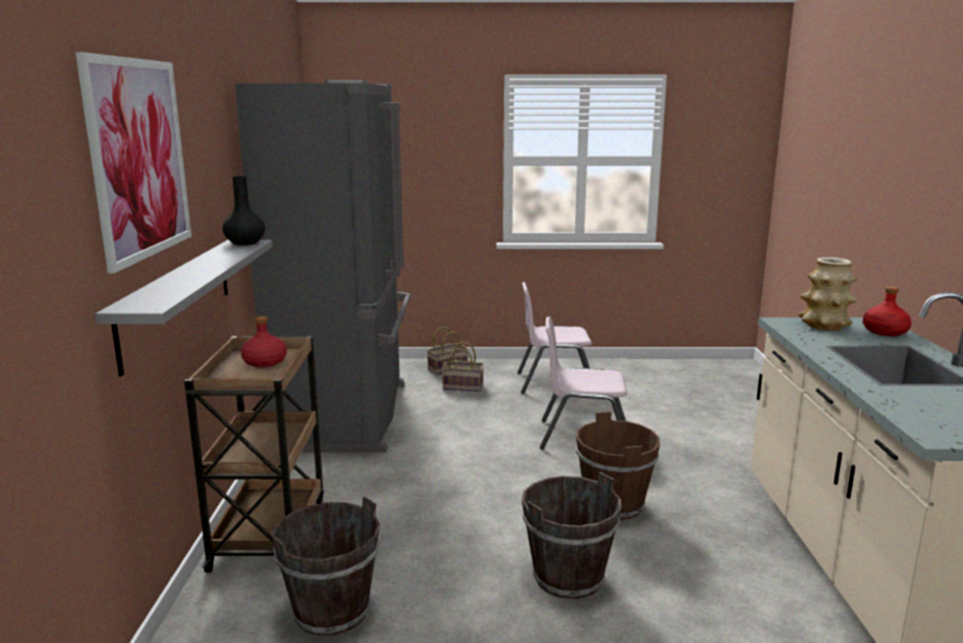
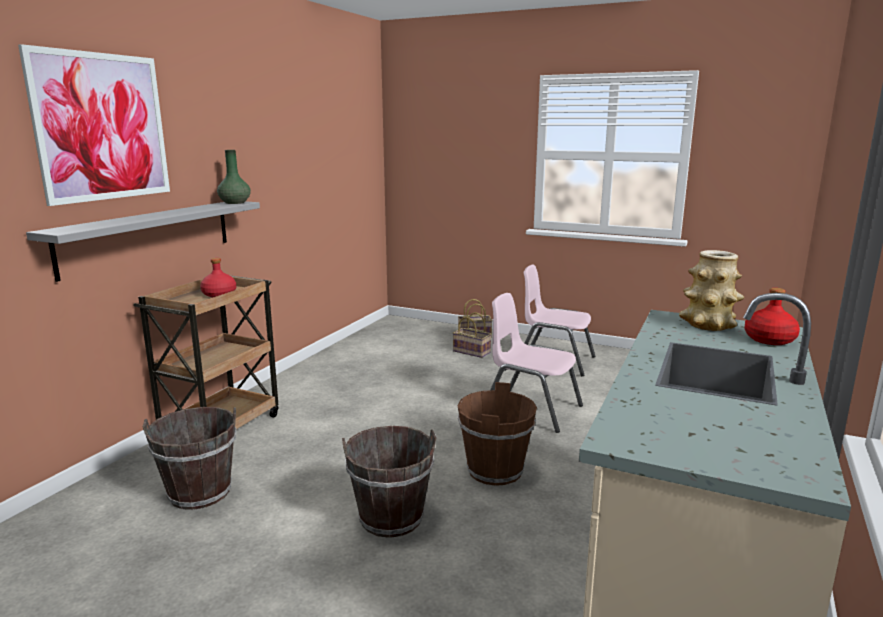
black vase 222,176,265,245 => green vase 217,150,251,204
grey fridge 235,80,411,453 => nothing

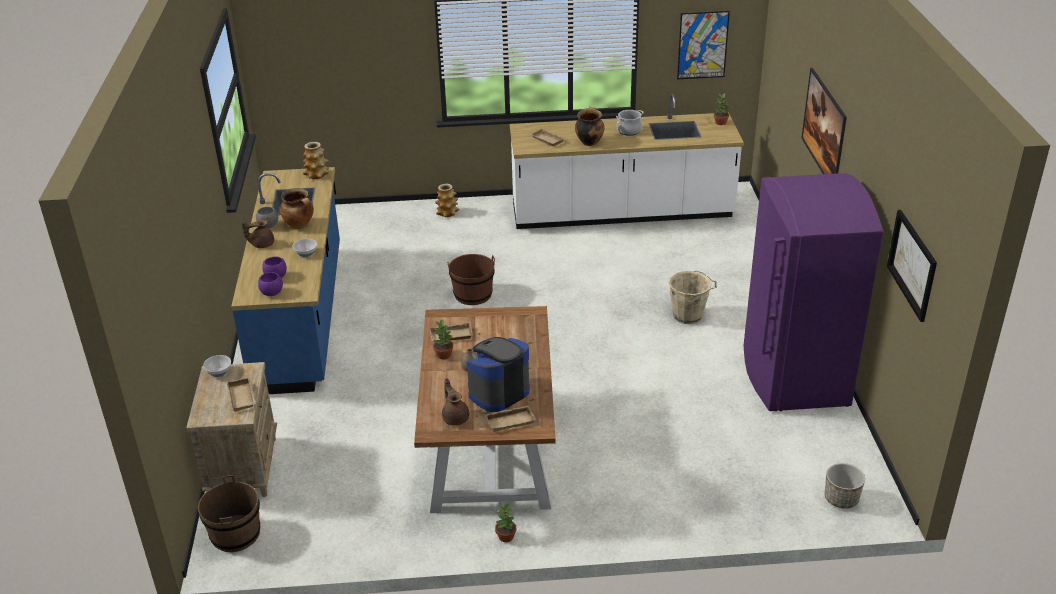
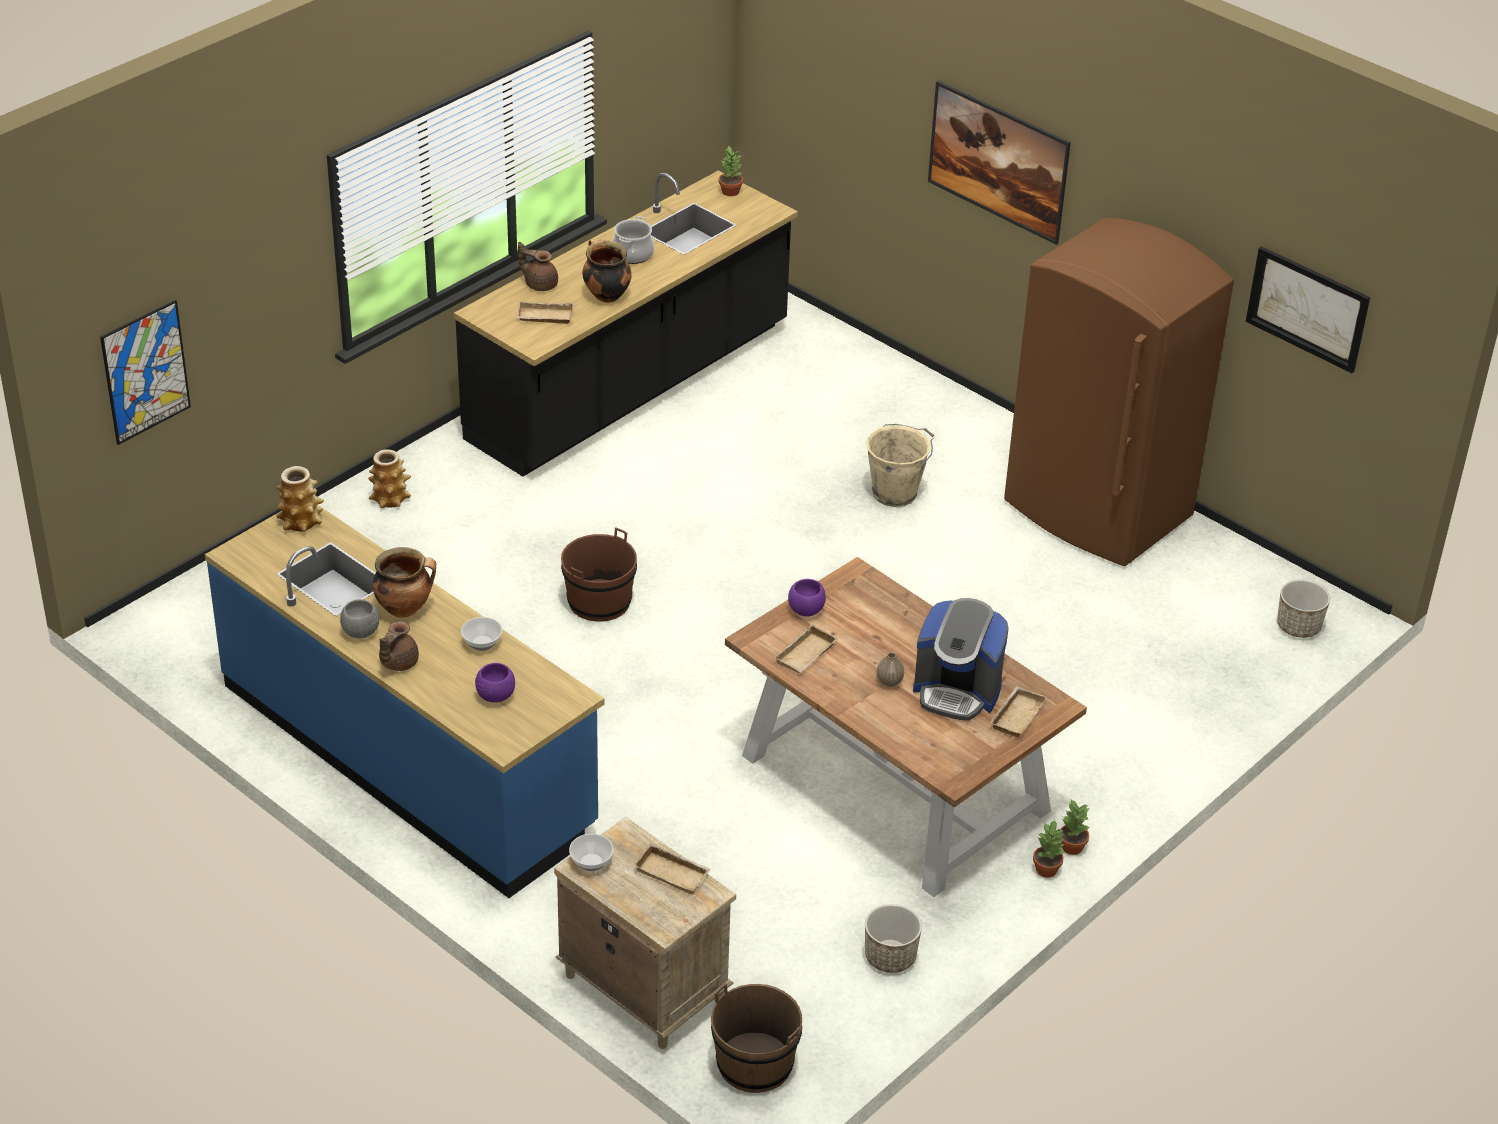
picture 677,11,730,79 => picture 100,300,191,445, shifted
white counter 510,93,744,229 => black counter 454,171,798,477
brown teapot 442,378,469,426 => brown teapot 518,242,558,291, shifted
purple bowl 258,272,283,296 => purple bowl 788,579,826,617, shifted
nothing => planter 865,904,922,973
coffee machine 467,337,530,412 => coffee machine 913,598,1009,721, 75 degrees counterclockwise
purple fridge 744,173,883,411 => brown fridge 1004,218,1234,566
potted plant 433,319,453,359 => potted plant 1061,800,1090,855, shifted

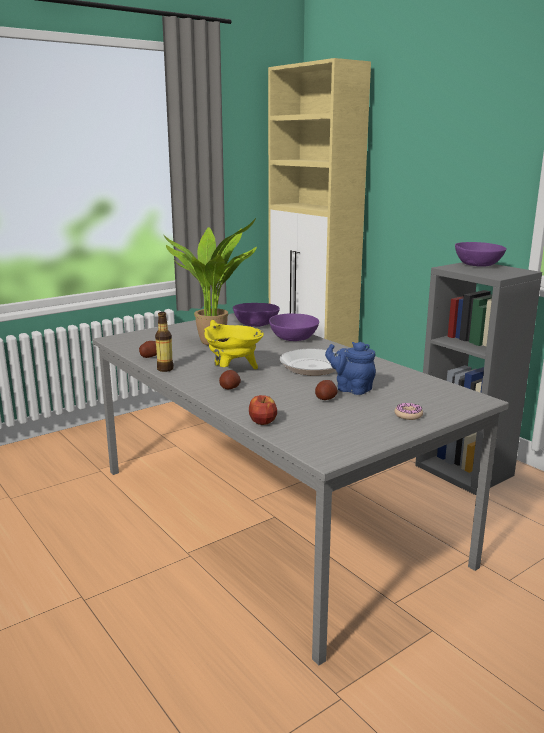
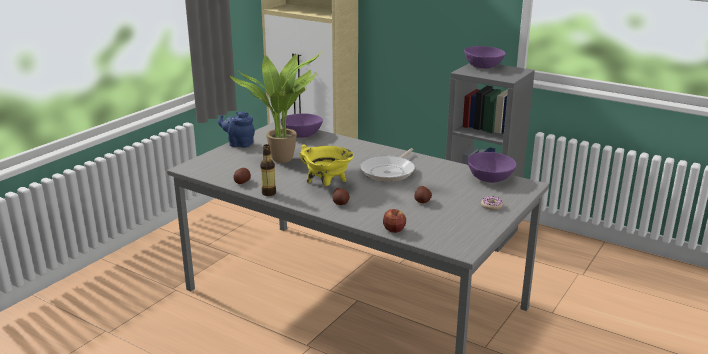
blue teapot 325,342,376,395 => blue teapot 218,111,255,148, shifted
purple bowl 269,313,319,341 => purple bowl 468,152,517,183, shifted

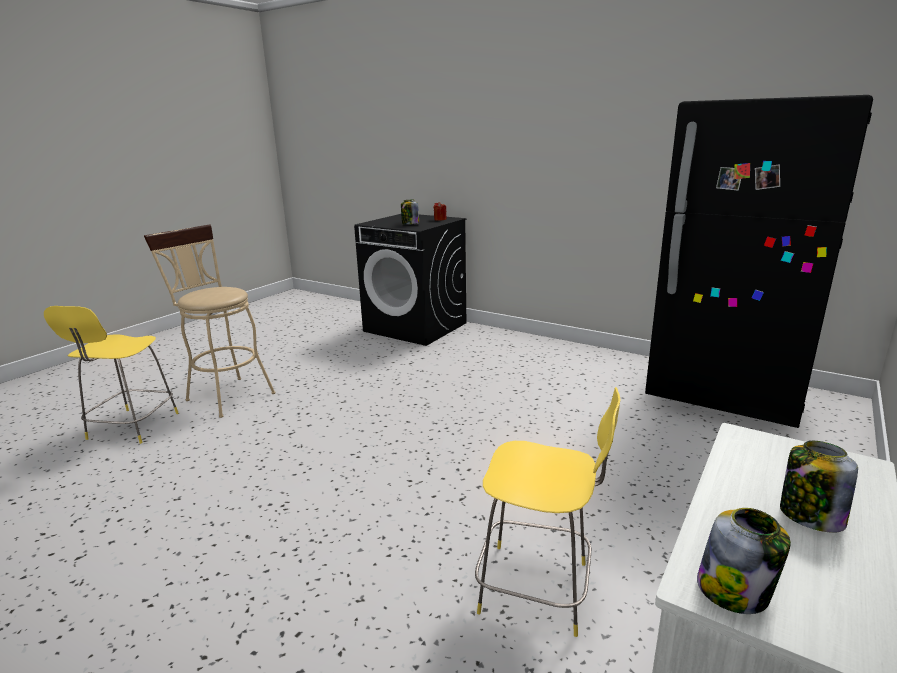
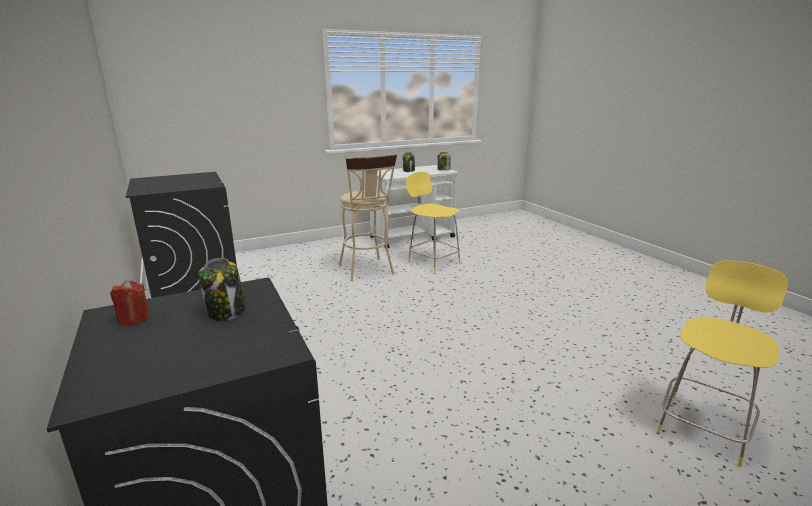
black fridge 645,95,873,428 => black washing machine 126,172,237,298
beige stool 144,225,275,418 => beige stool 339,155,397,281, shifted

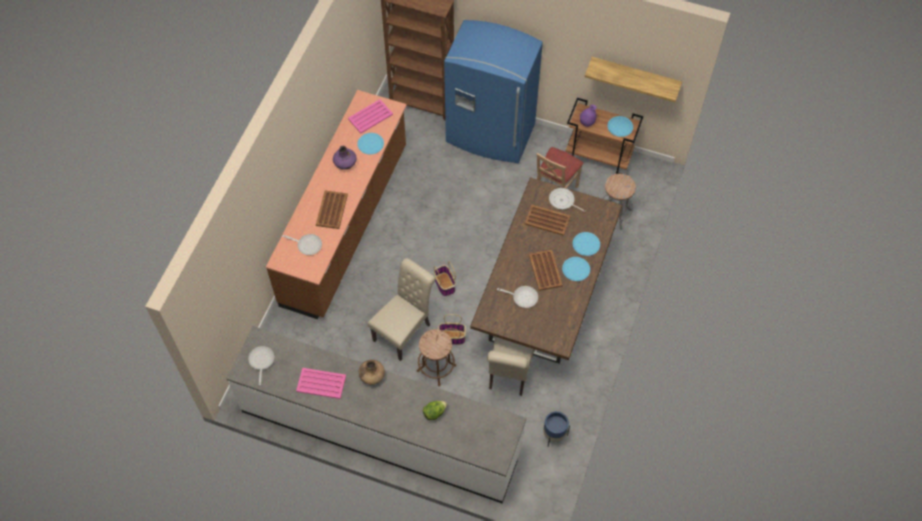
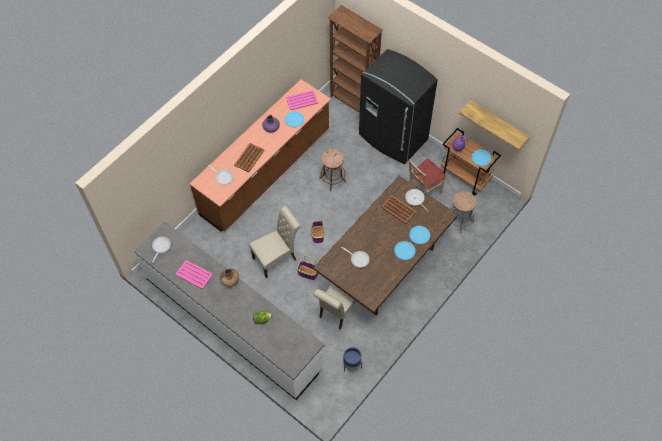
brown stool 417,329,456,386 => brown stool 319,149,346,191, shifted
blue fridge 444,20,543,163 => black fridge 359,49,438,164
brown tray 529,250,563,291 => nothing

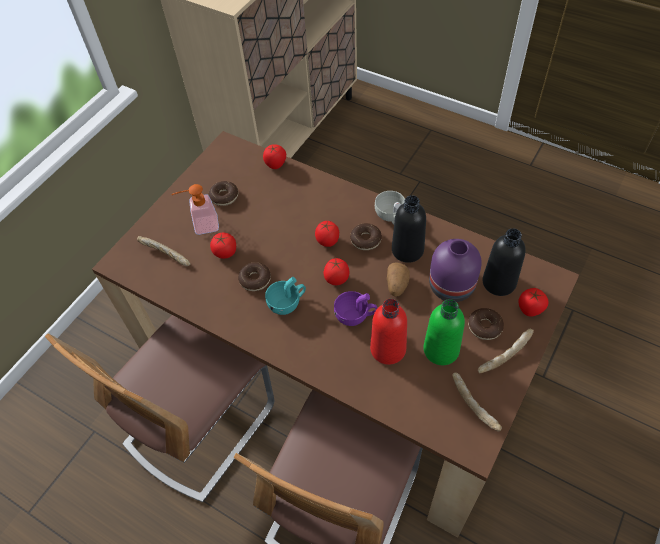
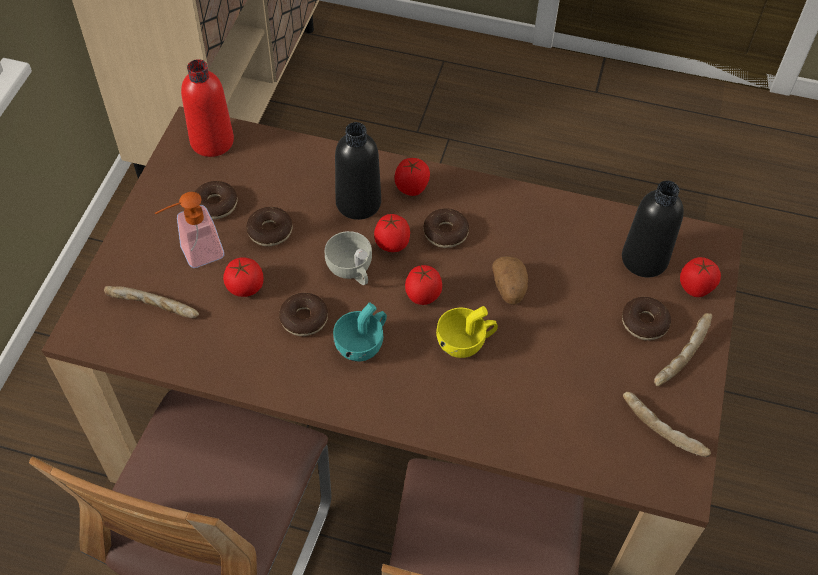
red bottle 370,299,407,365 => red bottle 181,59,234,157, shifted
nothing => donut 246,207,293,247
white cup 375,191,405,225 => white cup 325,231,372,285, shifted
black bottle 392,195,426,263 => black bottle 335,122,381,220, shifted
tomato 263,144,286,169 => tomato 394,158,430,196, shifted
purple cup 334,291,377,326 => yellow cup 436,306,498,358
green bottle 423,299,465,365 => nothing
purple vase 429,239,482,302 => nothing

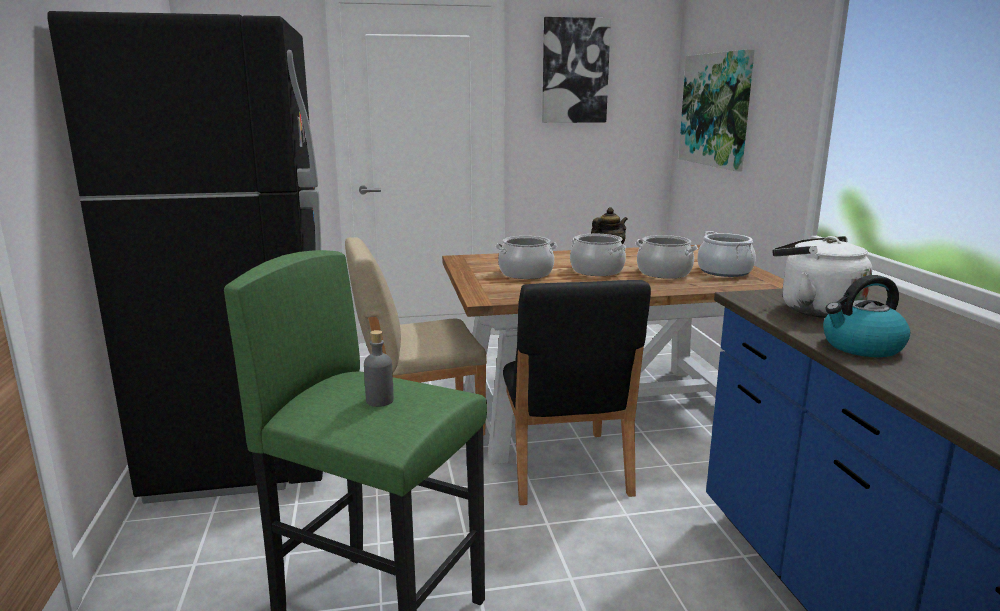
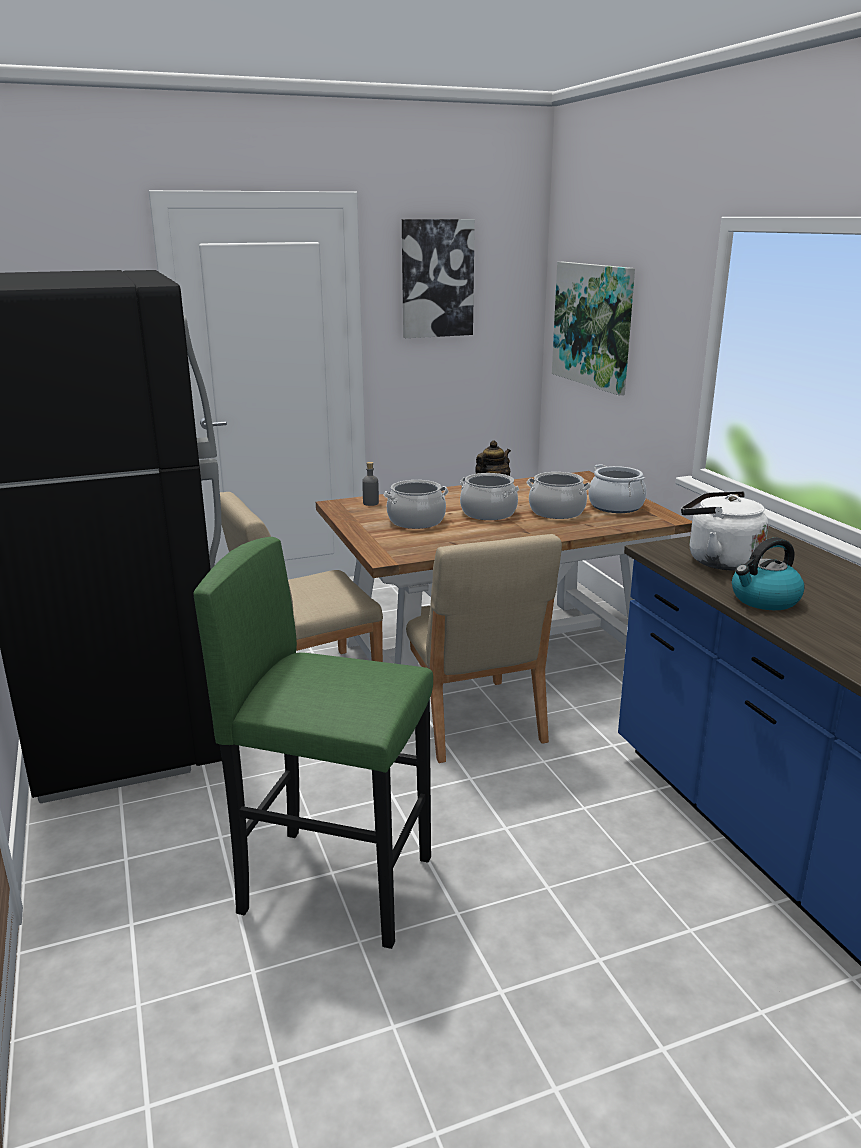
grey bottle 364,330,394,407 => grey bottle 362,462,379,506, shifted
black chair 503,280,651,505 => beige chair 406,534,562,763

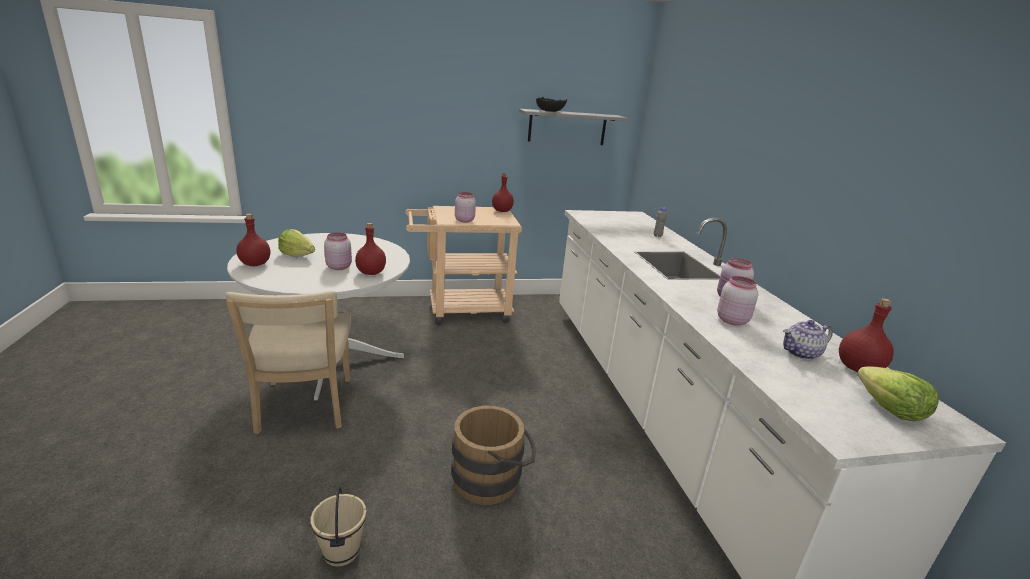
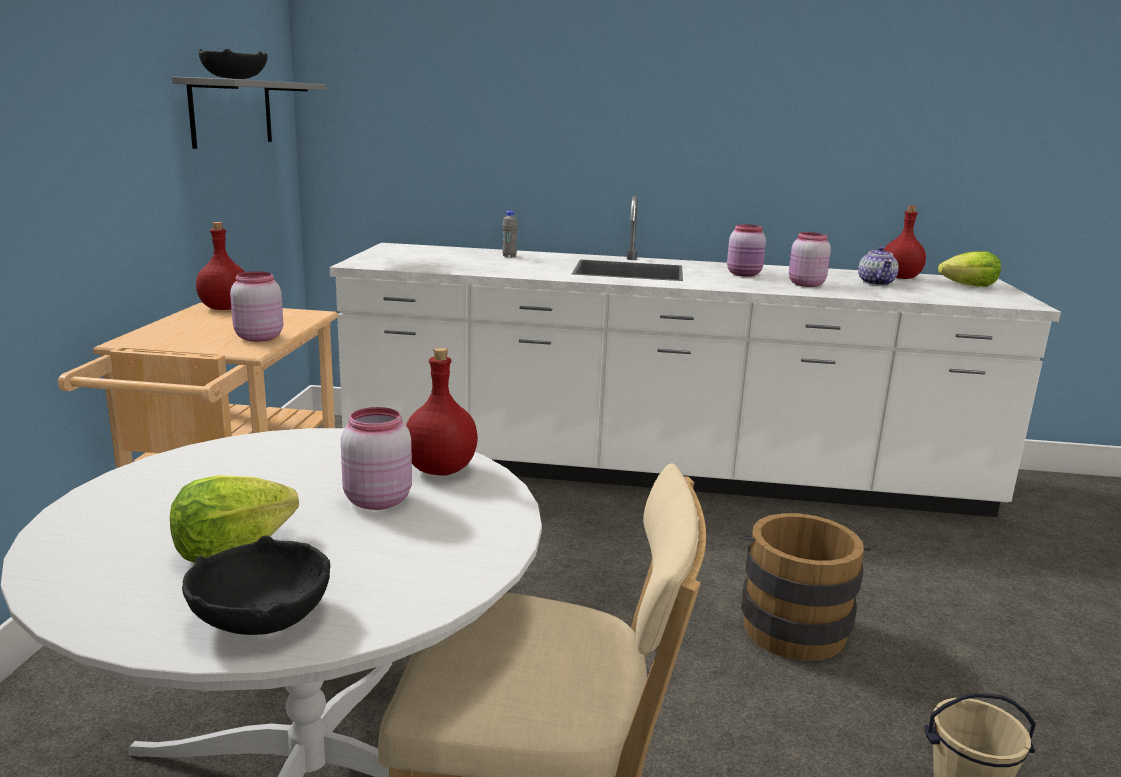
red bottle 236,214,270,266 => black bowl 182,535,330,635

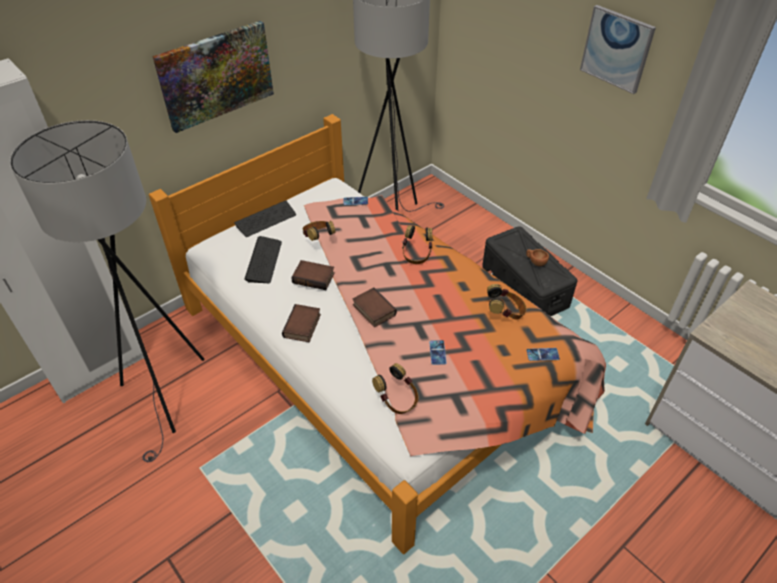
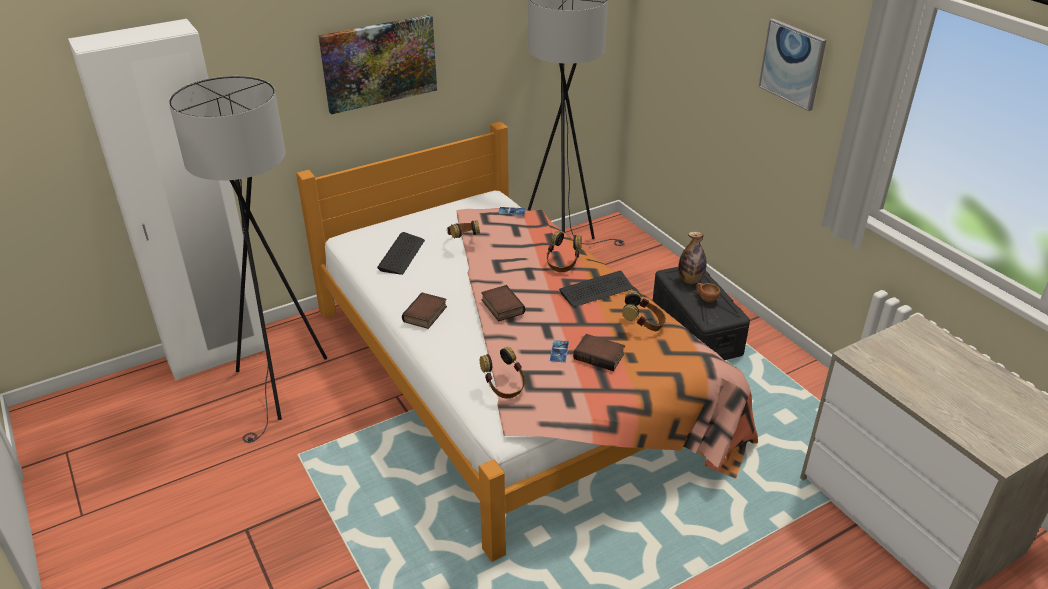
keyboard 234,200,296,237 => keyboard 559,271,633,307, shifted
book 292,260,335,290 => book 573,334,625,371, shifted
nothing => bottle 678,231,707,284
phone 526,348,560,361 => nothing

